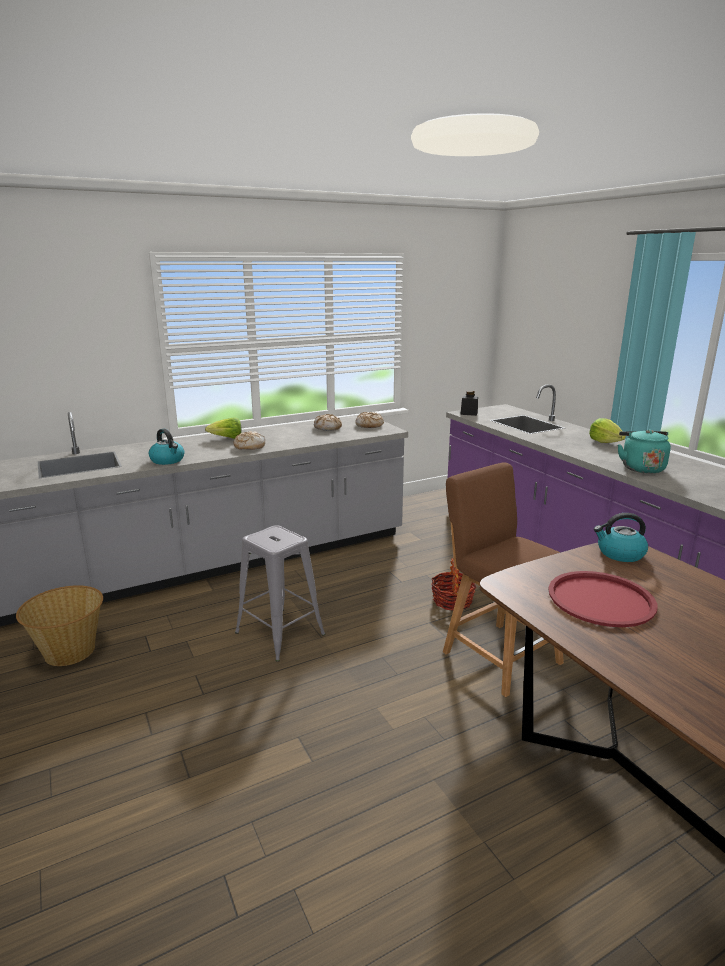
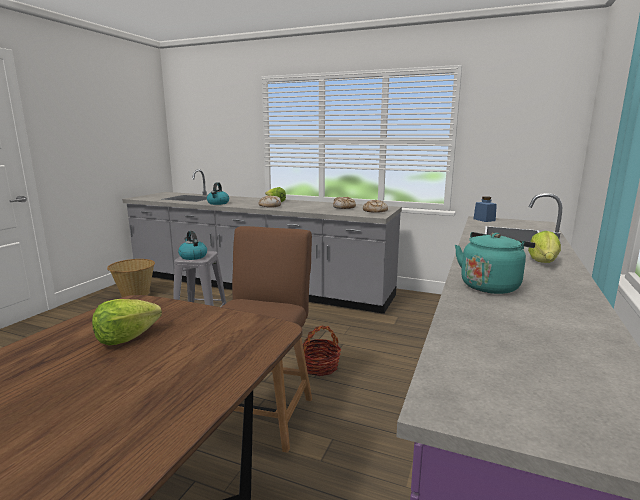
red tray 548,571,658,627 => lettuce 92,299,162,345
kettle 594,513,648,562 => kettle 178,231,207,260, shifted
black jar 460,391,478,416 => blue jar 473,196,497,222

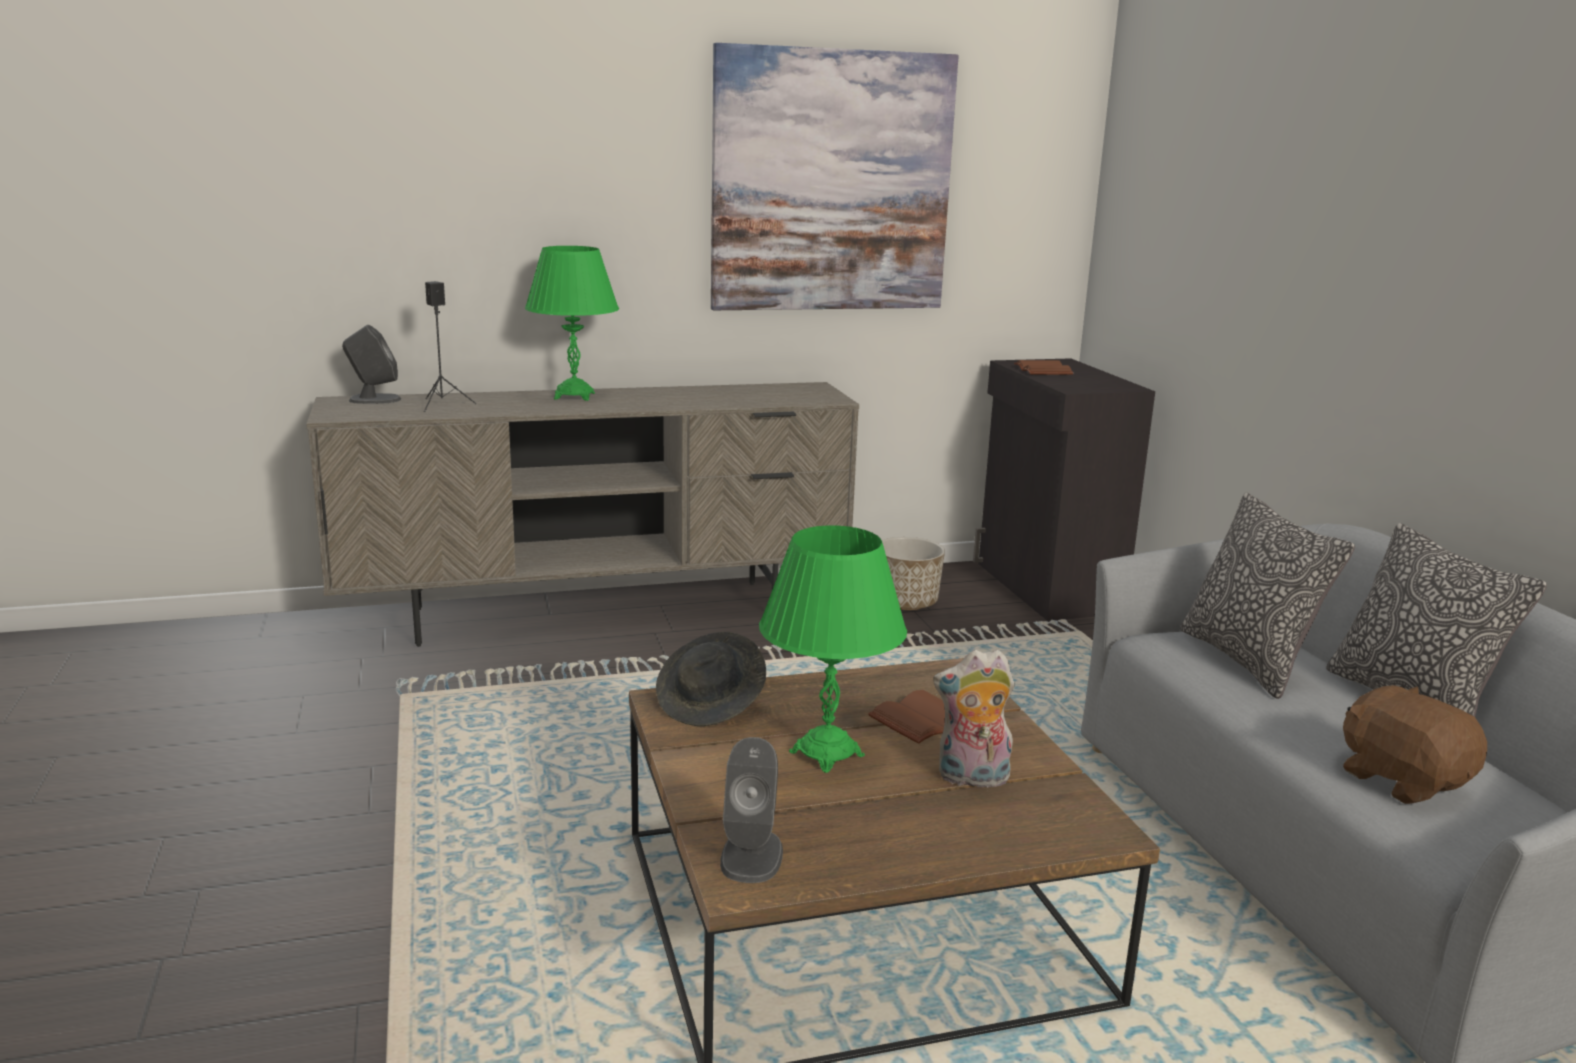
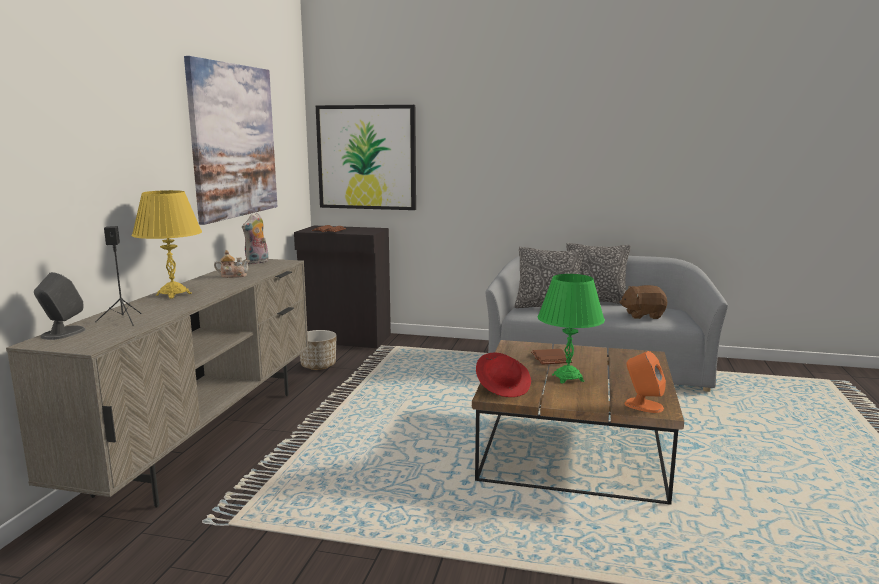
green table lamp 525,246,619,401 => yellow table lamp 132,190,202,299
nothing => teapot 214,250,250,278
plush toy 933,649,1015,787 => plush toy 242,213,268,264, shifted
nothing => picture 316,105,416,210
grey hat 656,632,766,726 => red hat 476,352,531,397
grey speaker 720,737,783,883 => orange speaker 625,351,666,413

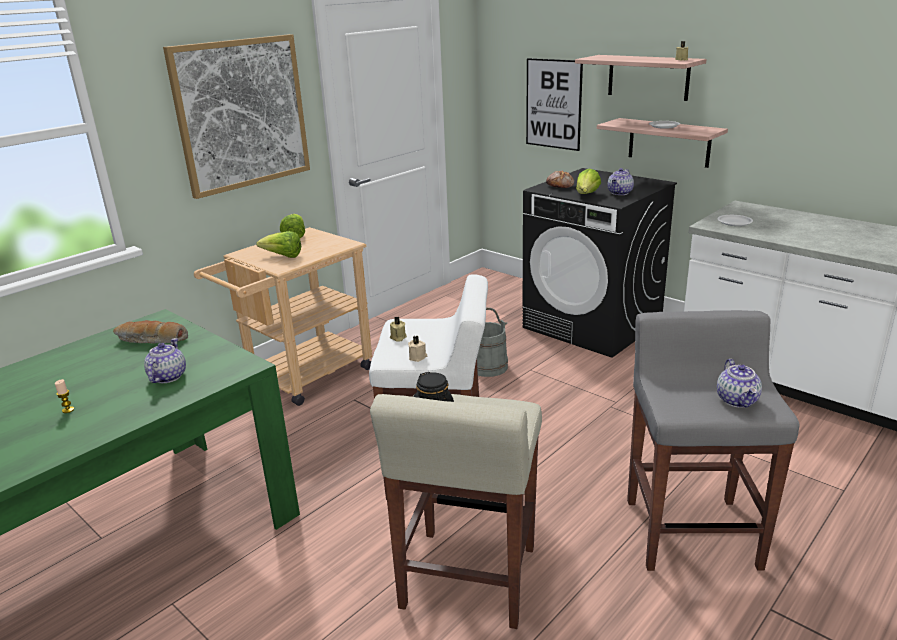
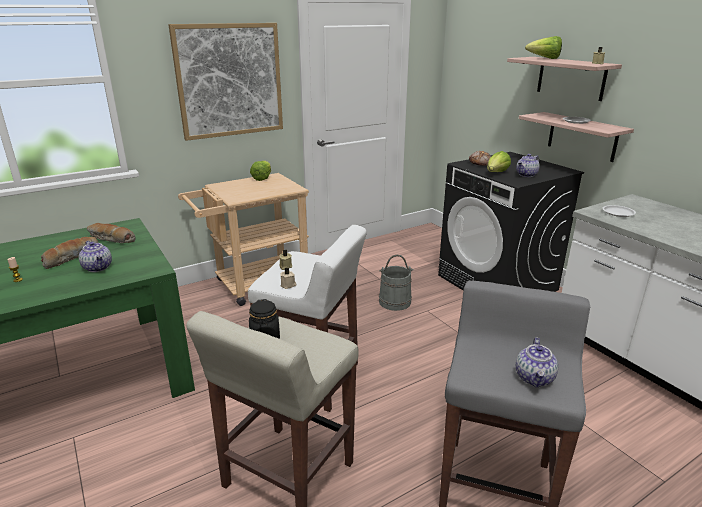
nothing => bread 41,237,98,269
teapot 144,338,186,383 => teapot 79,241,112,272, 120 degrees clockwise
lettuce 257,231,301,258 => lettuce 525,36,562,59, shifted
picture 526,58,583,151 => nothing

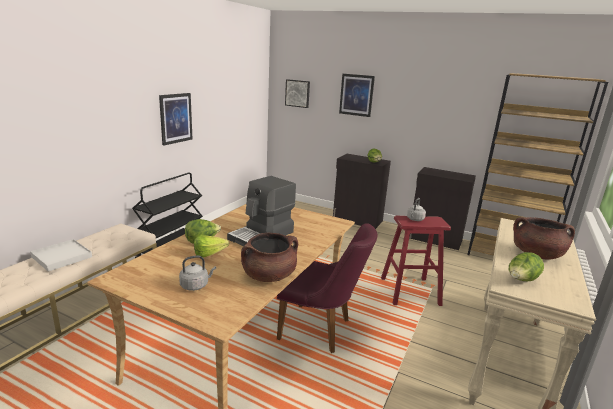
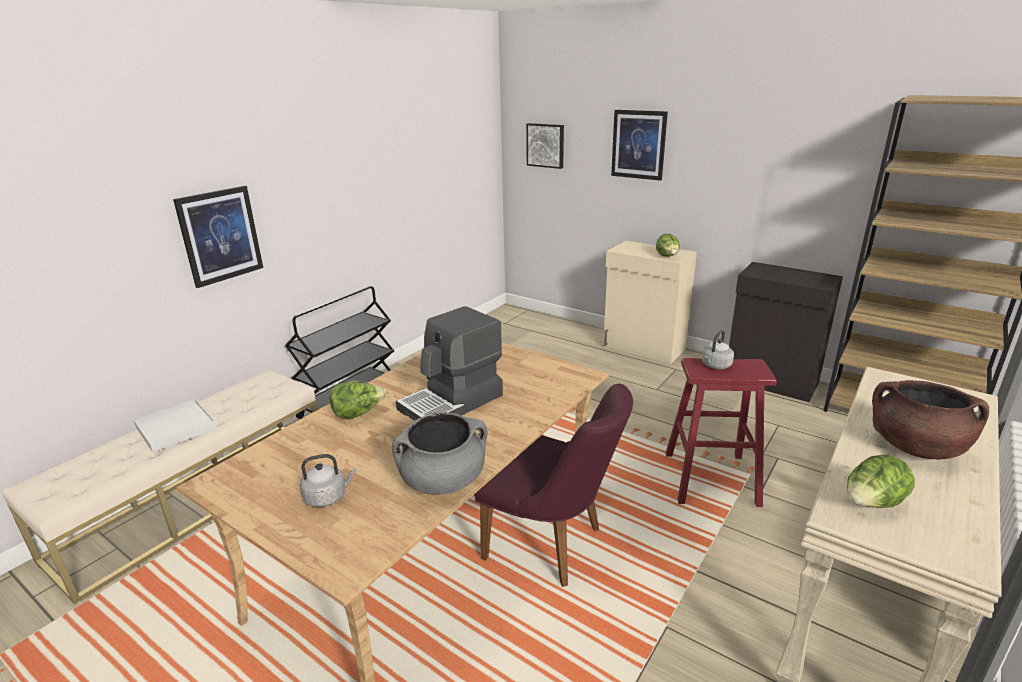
picture 159,93,192,146 => picture 173,185,263,288, shifted
brown cooking pot 241,232,298,282 => grey cooking pot 392,412,488,495
black cabinet 333,154,391,229 => beige cabinet 603,241,697,364
lettuce 194,235,229,258 => nothing

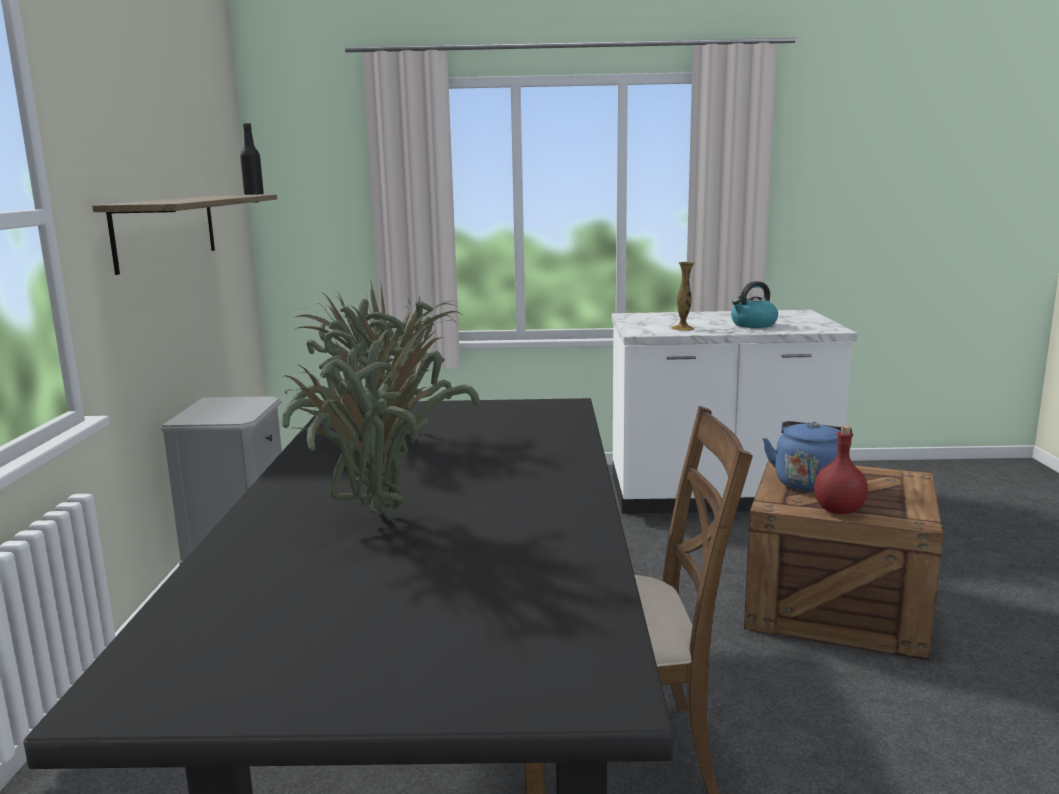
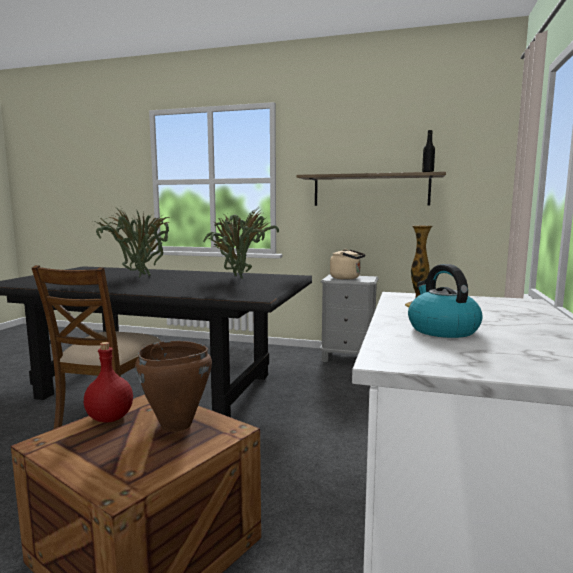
blue kettle 763,421,852,492 => brown cooking pot 135,341,212,432
nothing => beige kettle 330,249,366,280

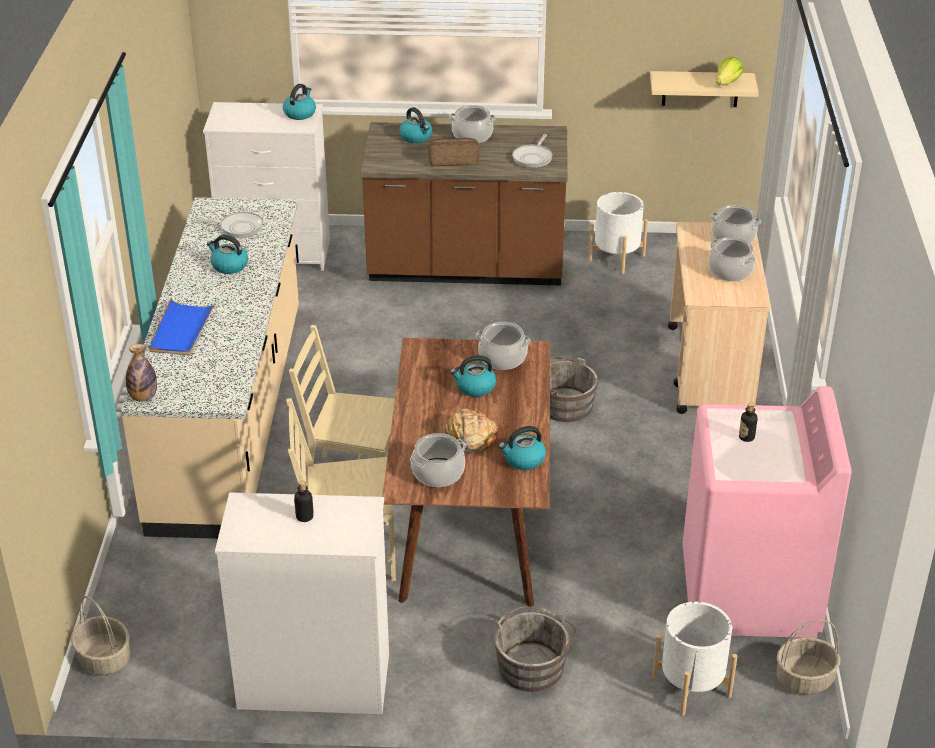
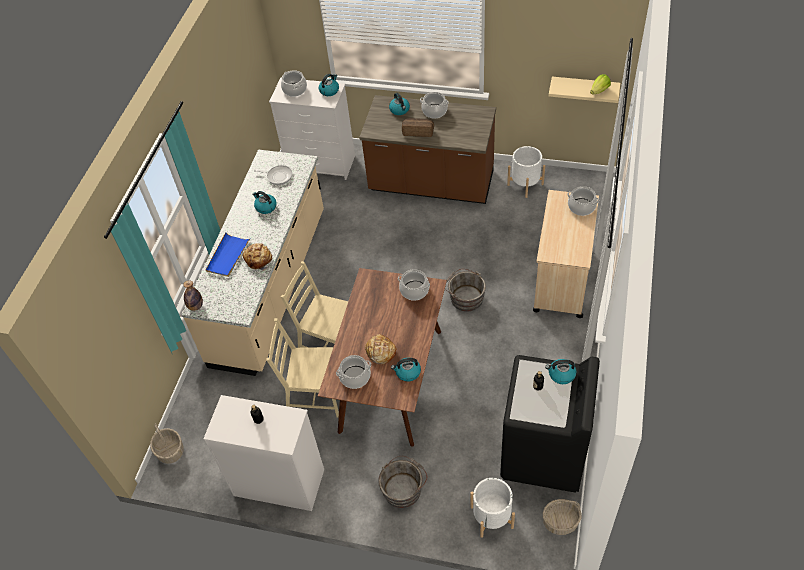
nothing => bread 243,243,272,271
cooking pot 708,237,756,281 => cooking pot 281,70,307,97, shifted
pink washing machine 683,386,852,638 => black washing machine 500,355,600,493
kettle 450,355,496,397 => kettle 545,359,576,384, shifted
frying pan 512,134,553,168 => nothing

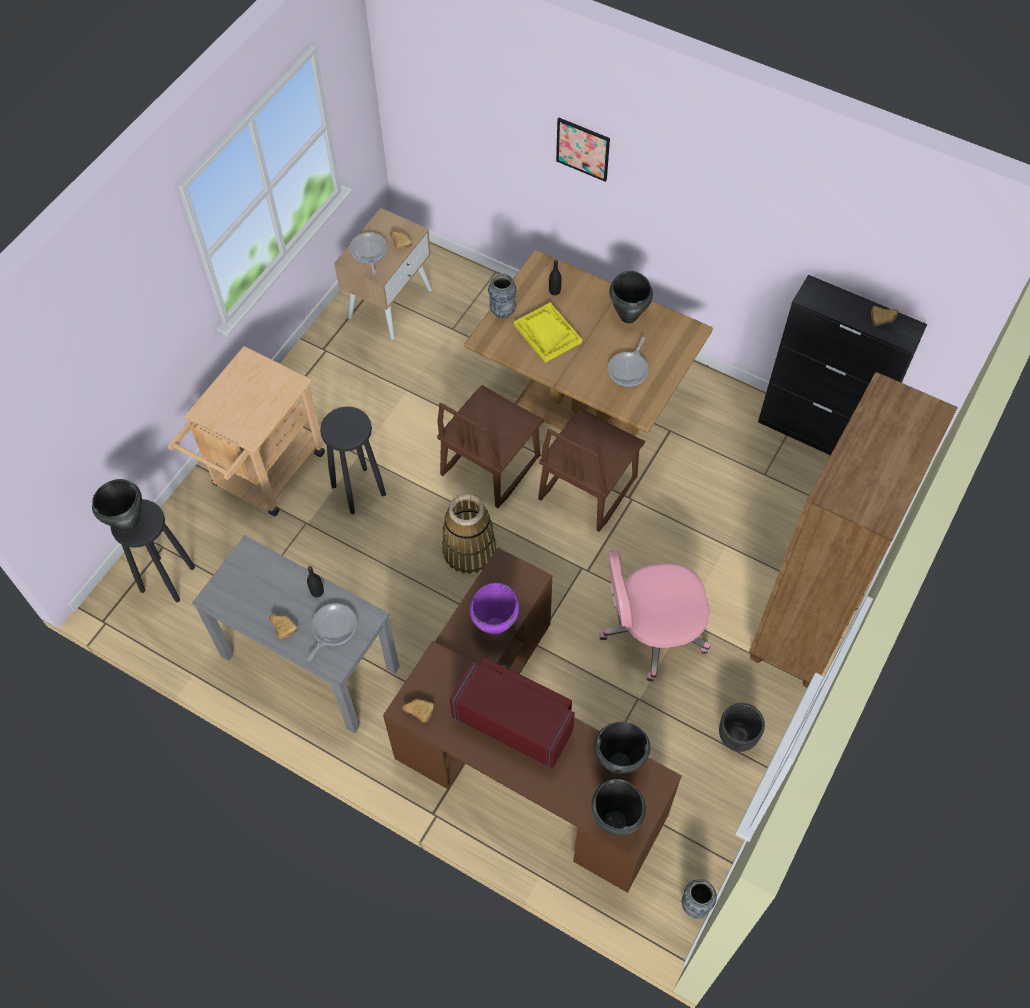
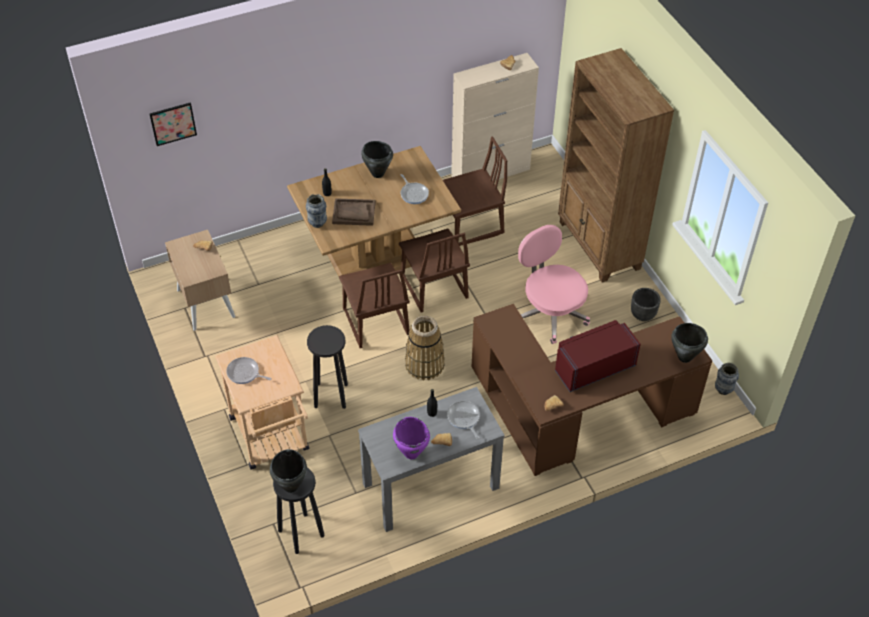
picture 556,118,610,182 => picture 150,102,197,146, shifted
frying pan 350,232,387,275 => frying pan 226,357,272,384, shifted
yellow tray 514,302,582,363 => brown tray 332,198,376,226
purple cooking pot 470,583,519,635 => purple cooking pot 393,417,430,459, shifted
nothing => brown chair 443,136,508,246
black cabinet 758,275,927,455 => beige cabinet 451,53,539,180
pink office chair 599,550,710,682 => pink office chair 518,225,590,344, 120 degrees clockwise
black cooking pot 594,722,650,774 => nothing

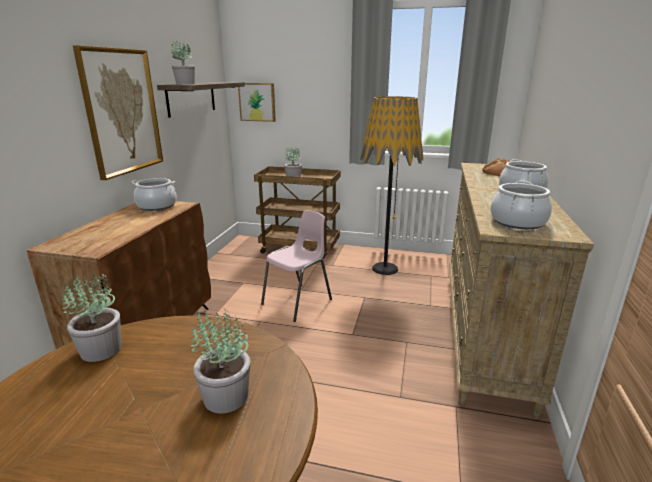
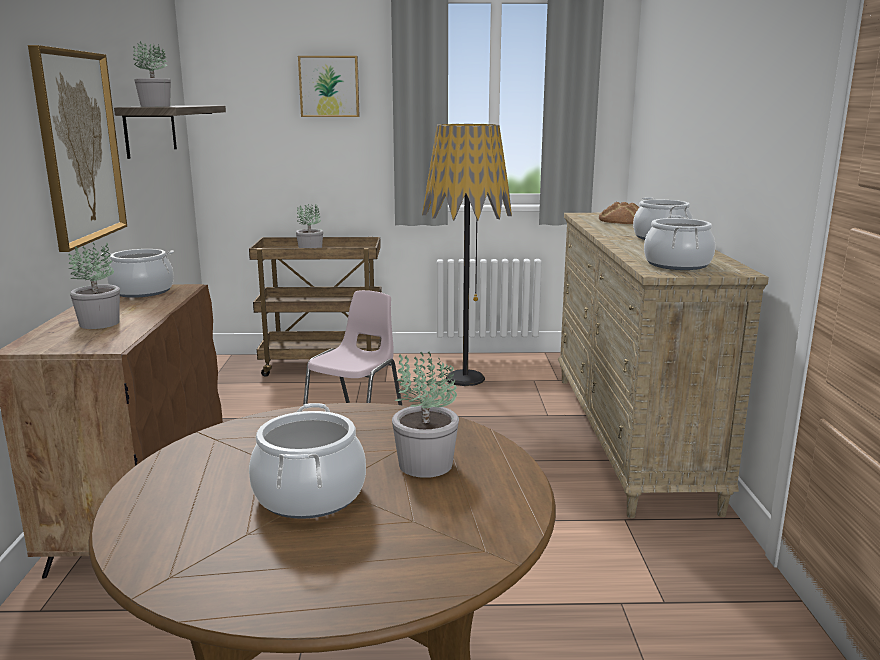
potted plant 62,272,122,362 => potted plant 68,242,120,329, shifted
nothing => cooking pot 249,403,366,519
picture 238,83,276,122 => picture 298,56,360,117, shifted

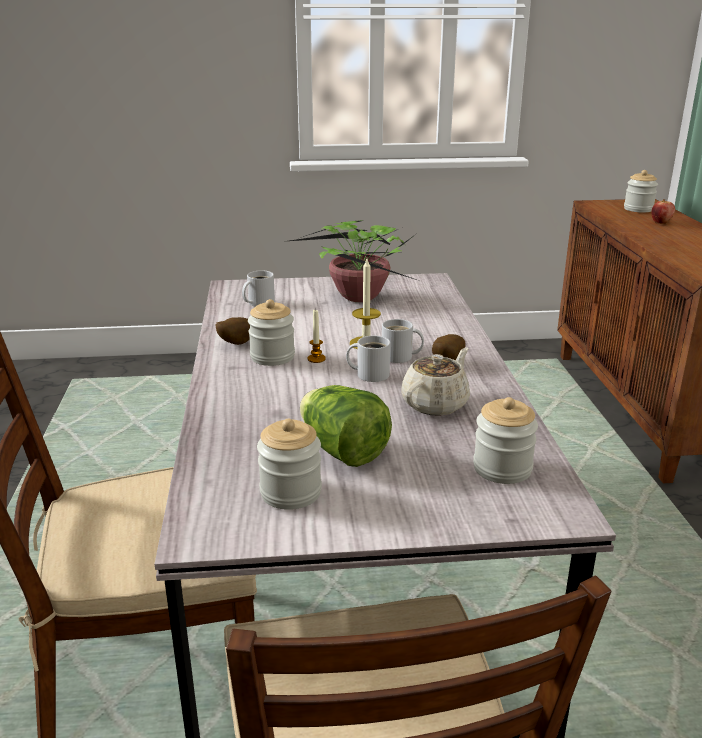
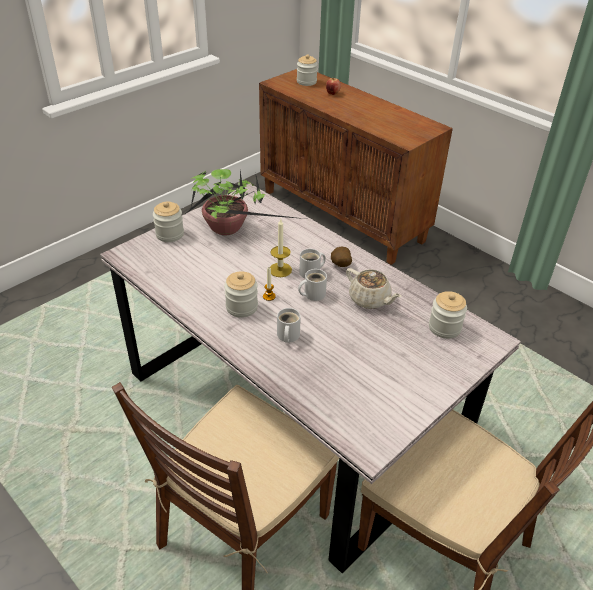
jar 257,419,322,510 => jar 153,201,184,242, shifted
white mug 242,271,275,307 => white mug 277,308,301,343, shifted
beige teapot 401,347,470,416 => beige teapot 346,268,402,309, 135 degrees clockwise
potato 215,317,250,345 => nothing
lettuce 300,385,392,467 => nothing

